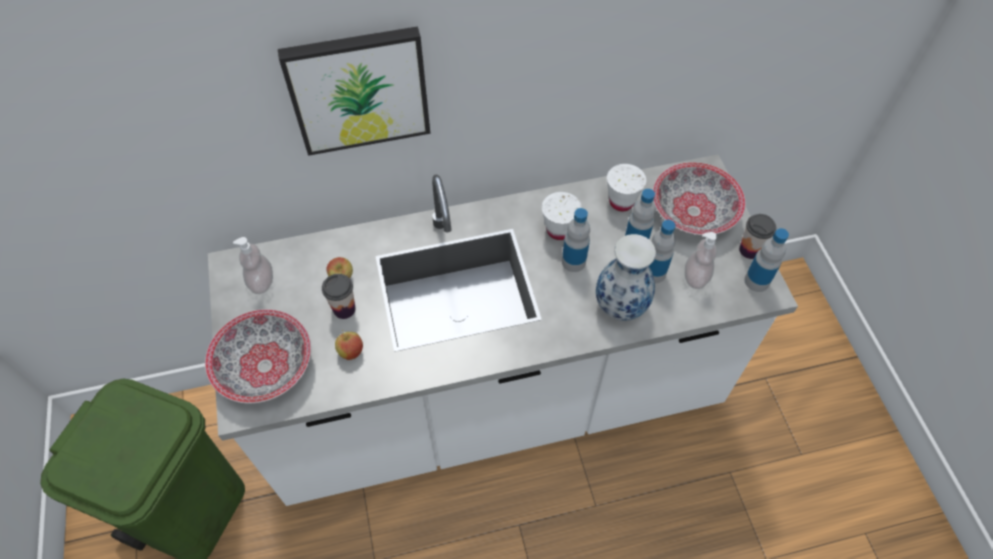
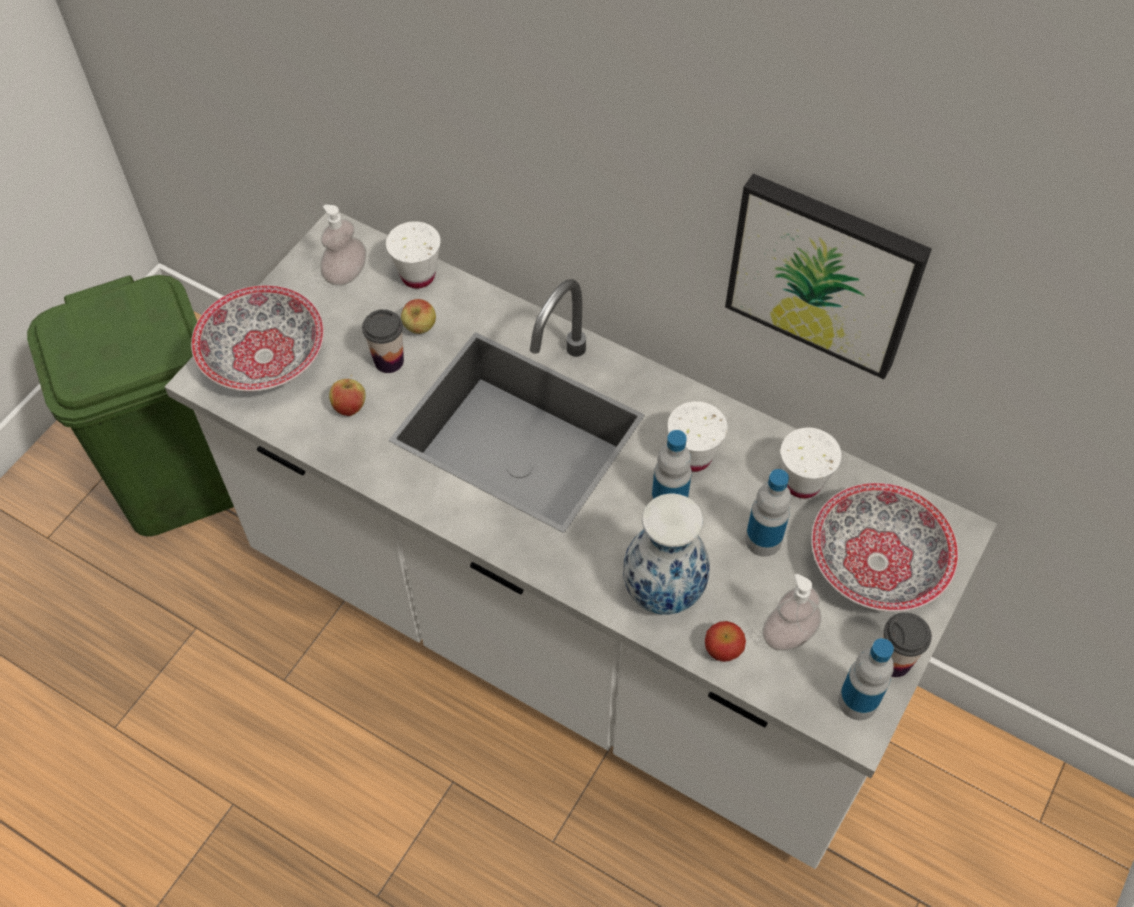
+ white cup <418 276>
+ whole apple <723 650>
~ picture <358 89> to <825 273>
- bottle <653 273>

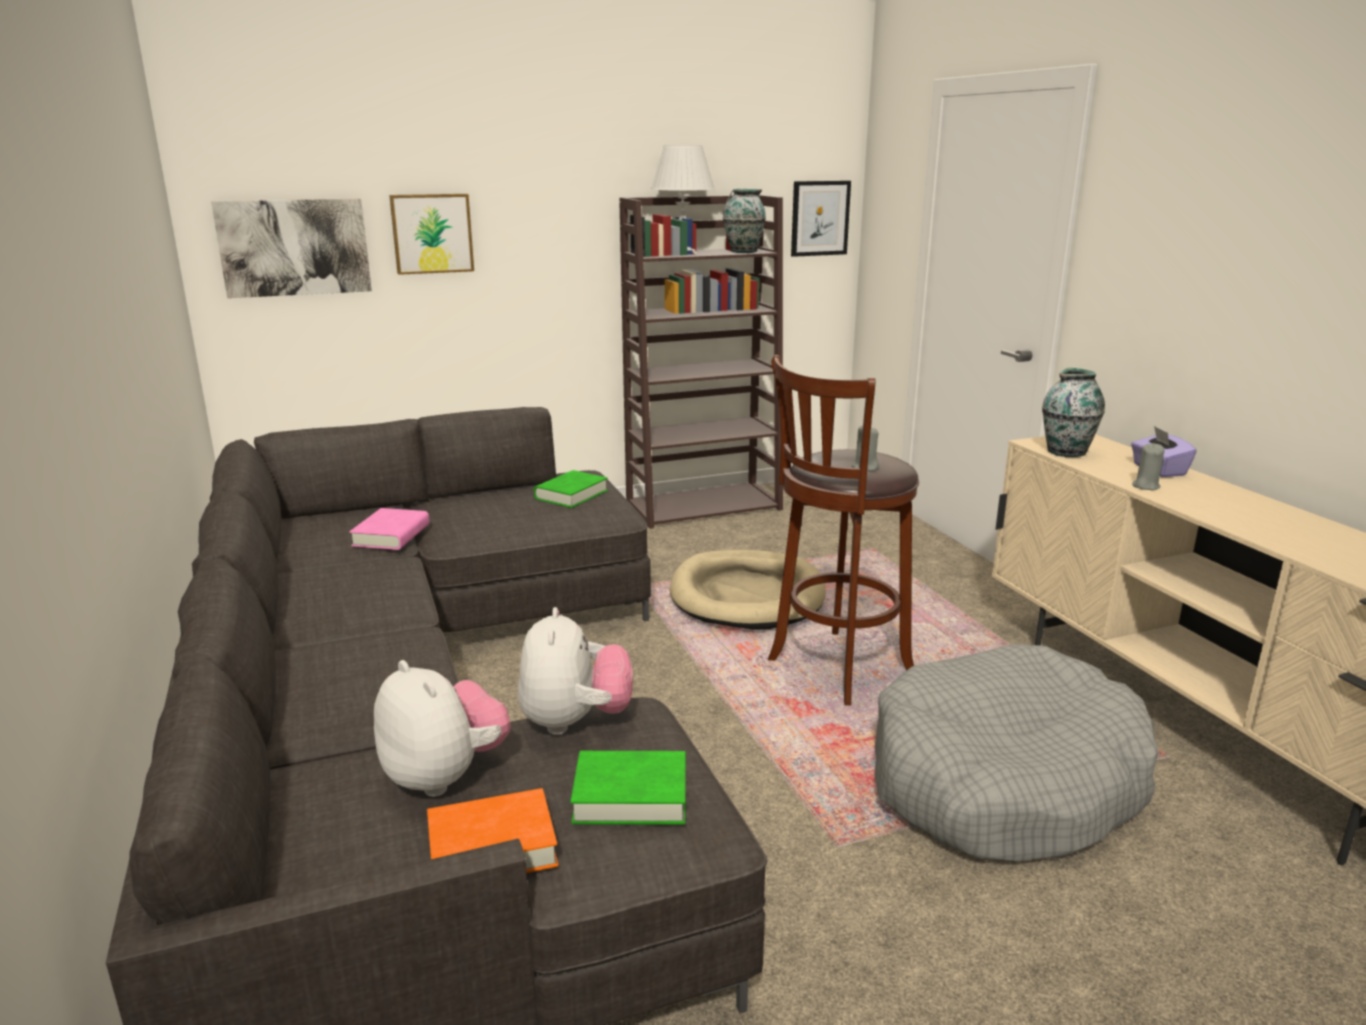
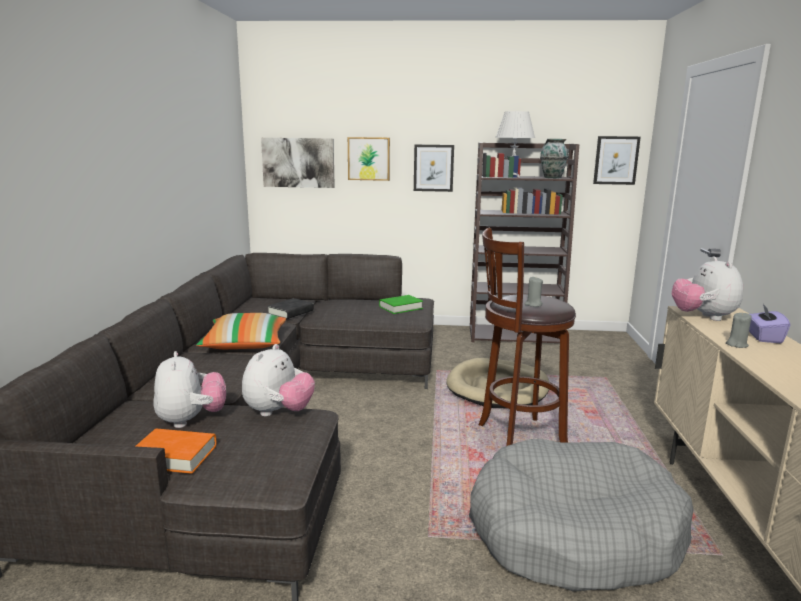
+ throw pillow <245 344>
~ pink-coloured book <391 535> to black-coloured book <290 312>
+ picture <433 168>
~ flower vase <1067 452> to soft toy <703 317>
- greenish book <630 795>

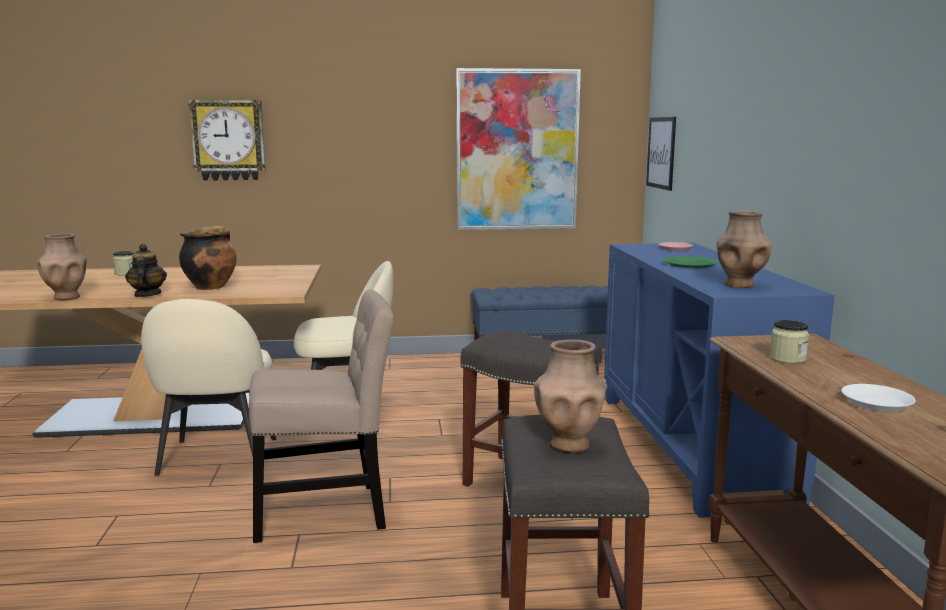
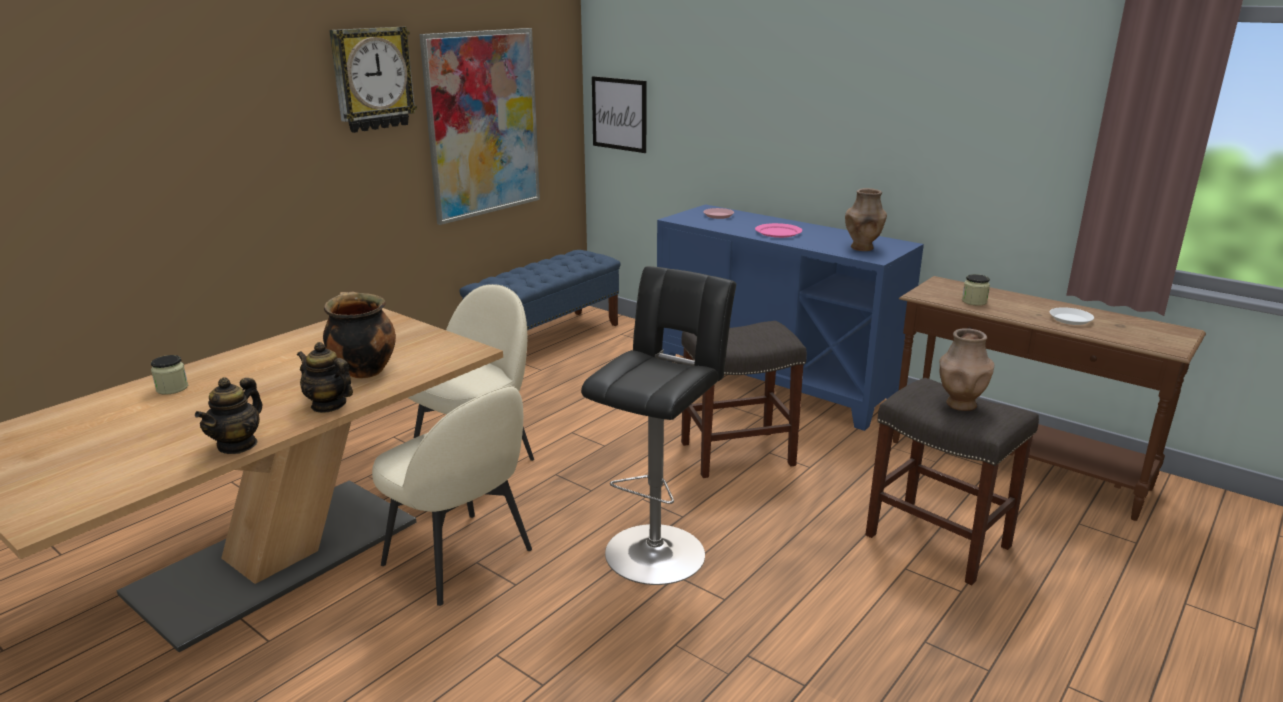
~ brown-coloured flower vase <67 297> to teapot <237 445>
~ wall clock <229 140> to <372 79>
~ beige upright chair <326 512> to black-coloured stool seat <658 549>
~ greenish dinner plate <690 264> to pink-coloured dinner plate <778 232>

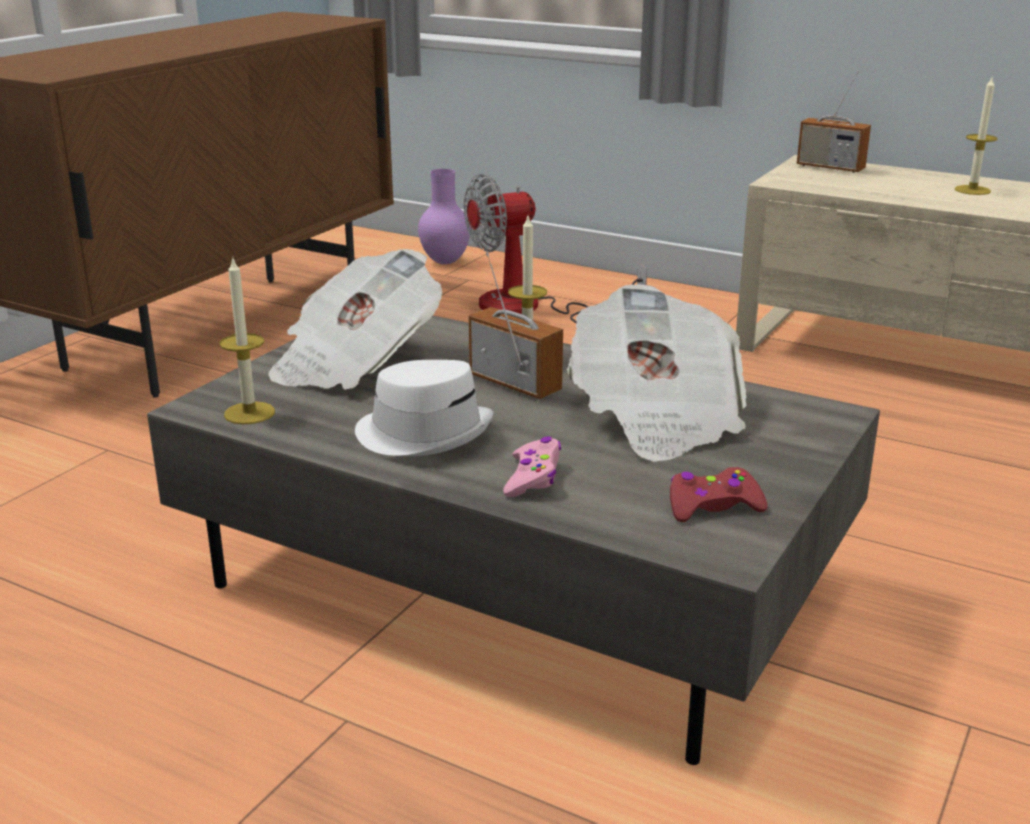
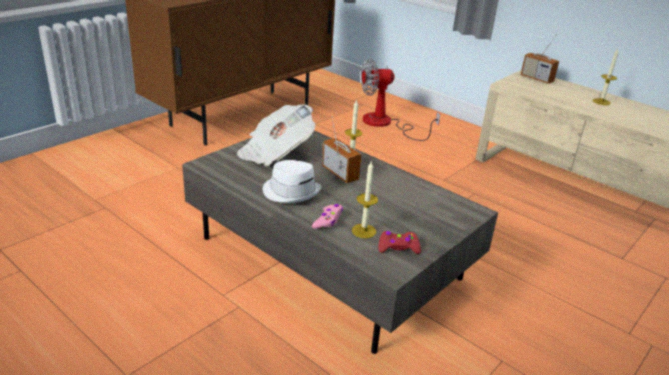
~ candle <249 413> to <364 231>
- purple flower vase <446 261>
- newspaper <655 418>

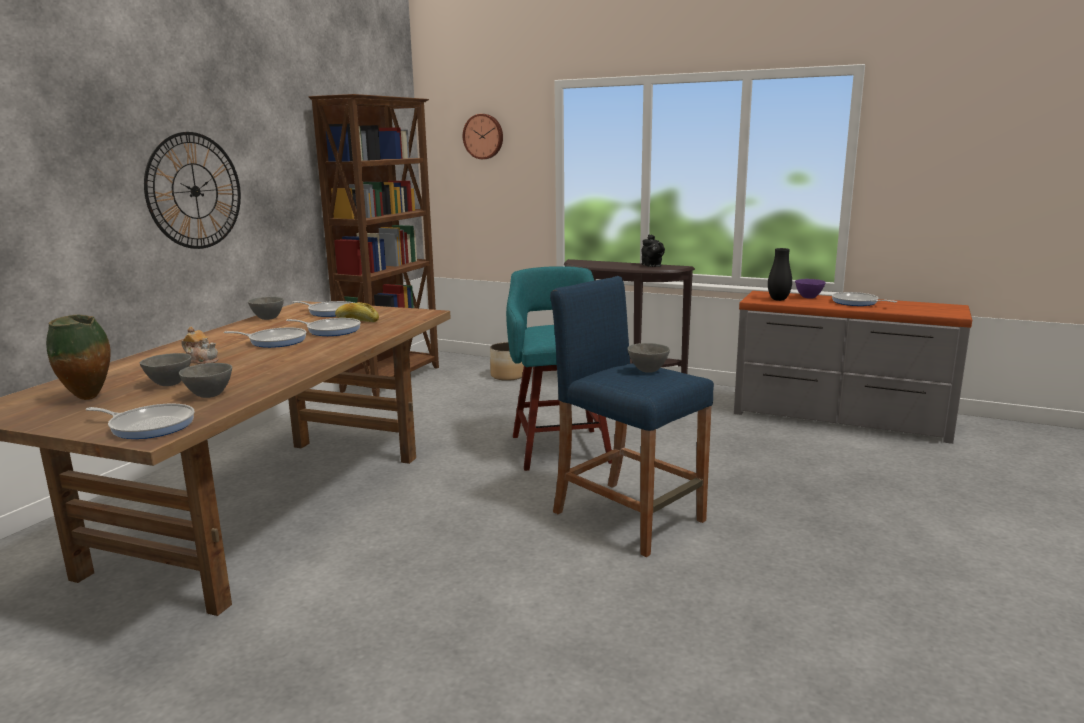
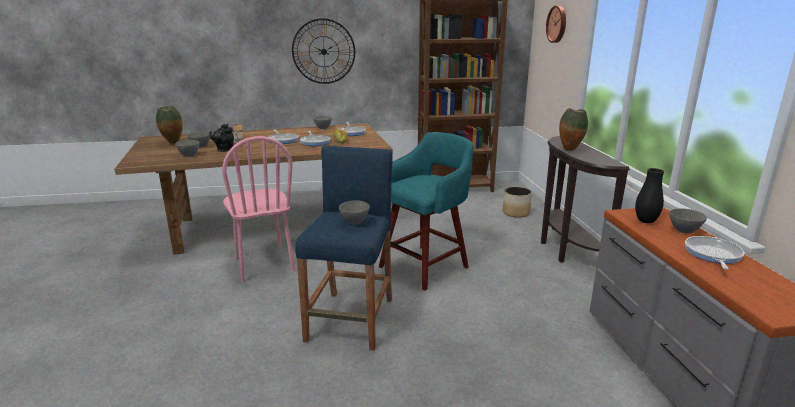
~ black-coloured teapot <652 266> to <224 149>
+ pink-coloured upright chair <263 264>
+ flower vase <570 150>
~ purple deep dish <809 297> to greyish deep dish <684 231>
- skillet <149 426>

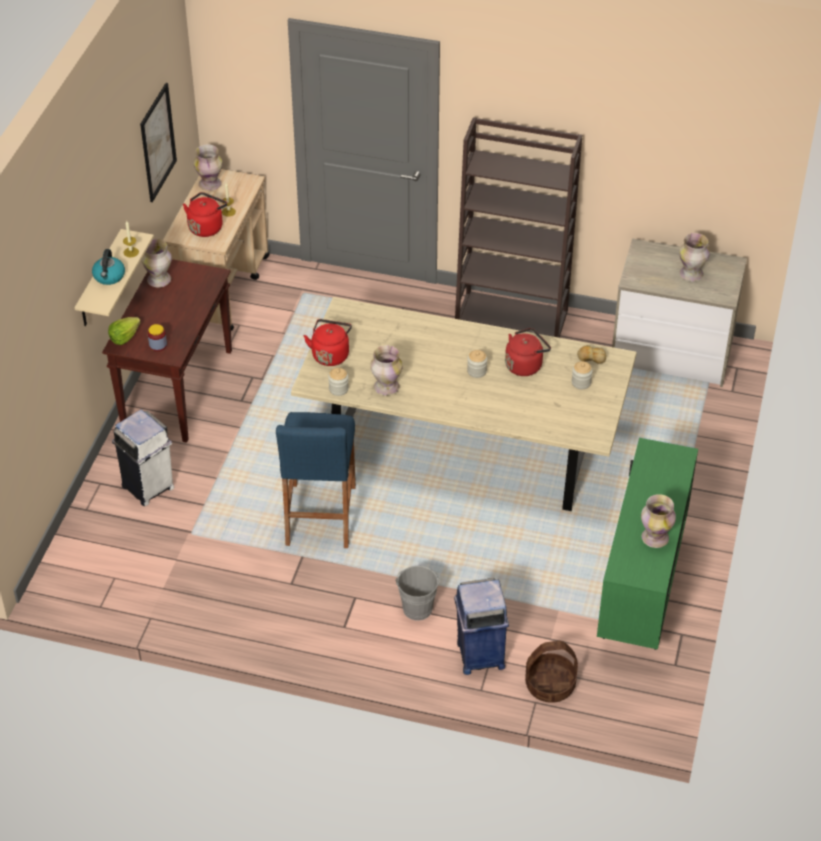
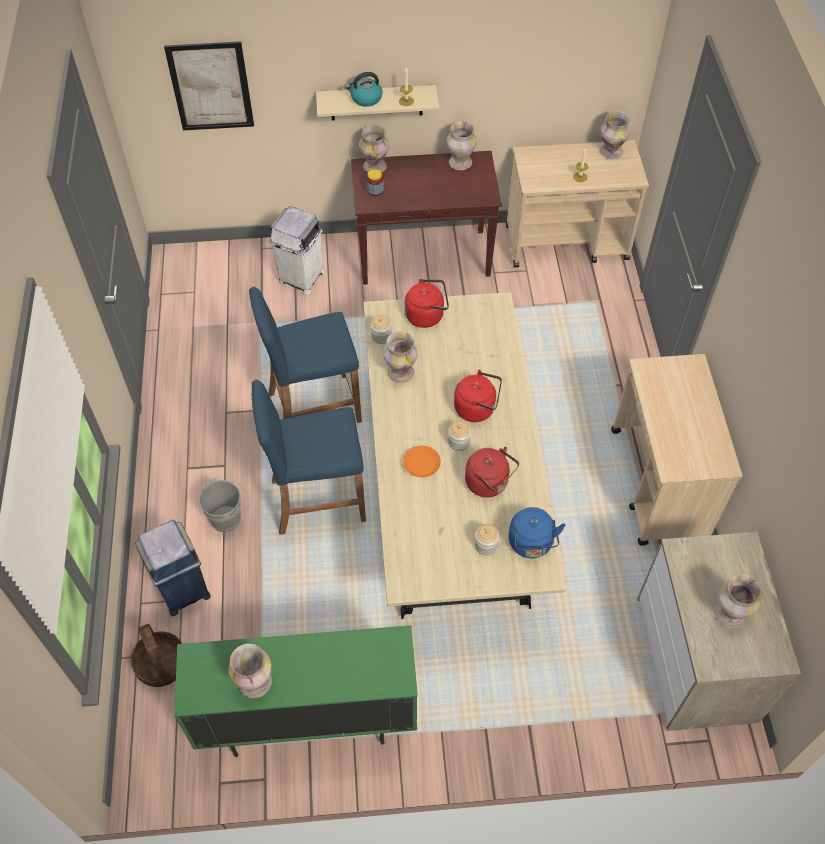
~ picture <158 142> to <211 86>
+ bluish stool seat <318 500>
~ head of lettuce <124 337> to flower vase <374 166>
+ orange-coloured dinner plate <422 464>
~ reddish tea kettle <206 227> to <477 408>
~ bread <591 358> to bluish tea kettle <531 544>
~ brown-coloured bookshelf <512 319> to beige trolley <659 484>

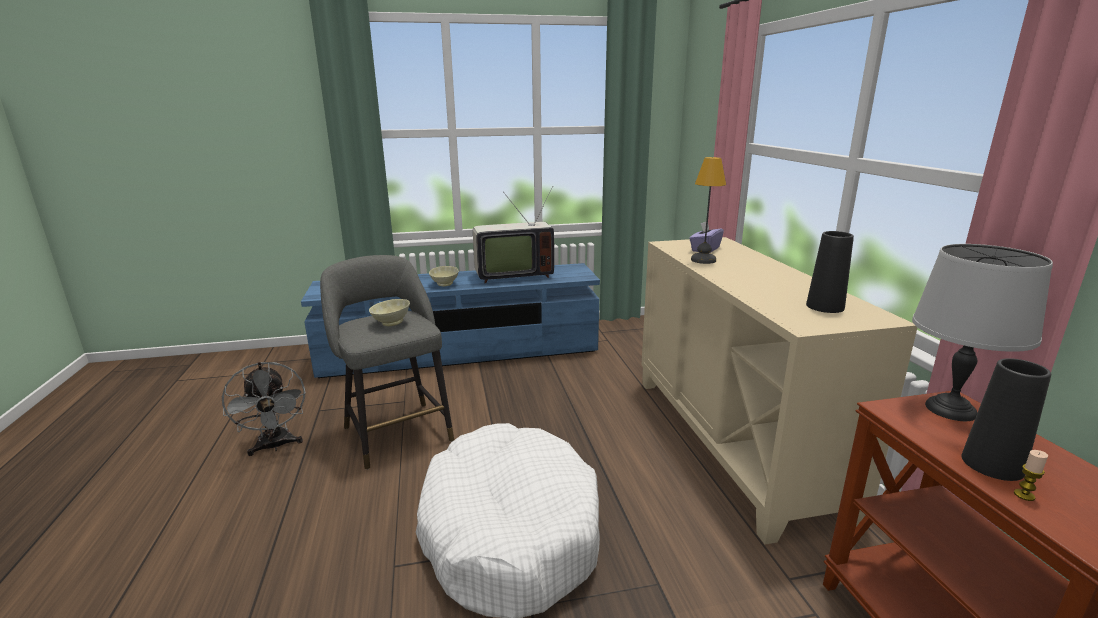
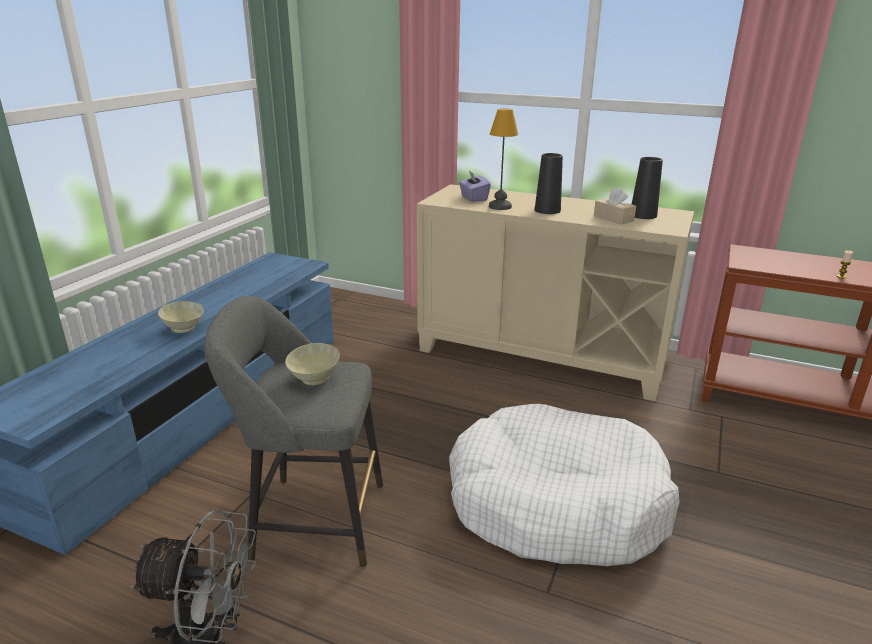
~ black-coloured flower vase <992 464> to <547 210>
+ beige box of tissues <613 218>
- television <512 275>
- greyish tabletop lamp <951 409>

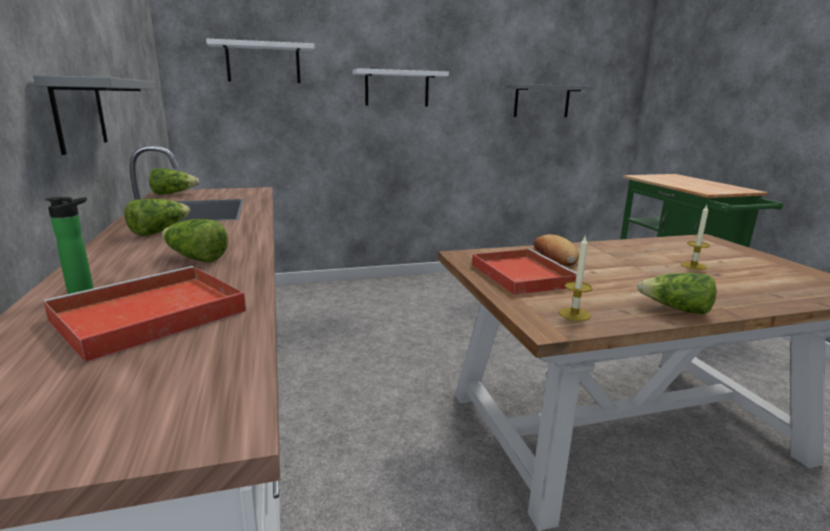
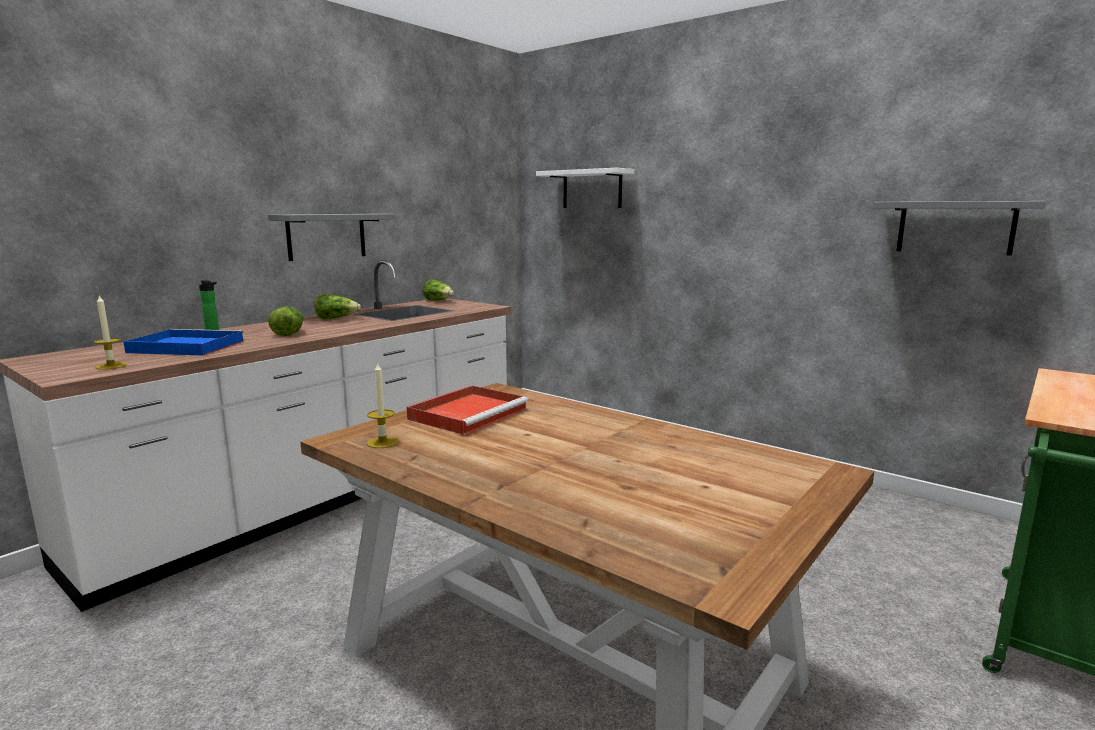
~ candle <693 266> to <111 366>
~ reddish carrying tray <146 316> to bluish carrying tray <184 347>
- white wall shelf <397 88>
- bread <554 256>
- head of lettuce <676 309>

